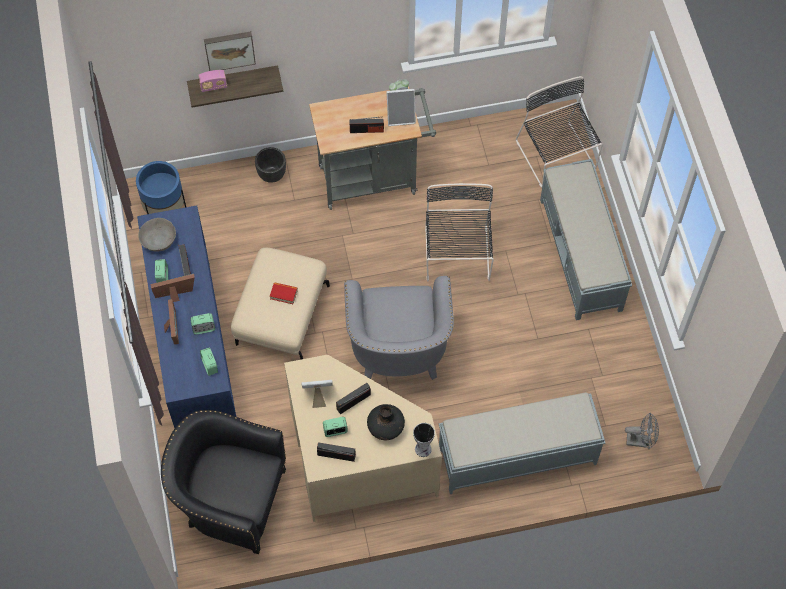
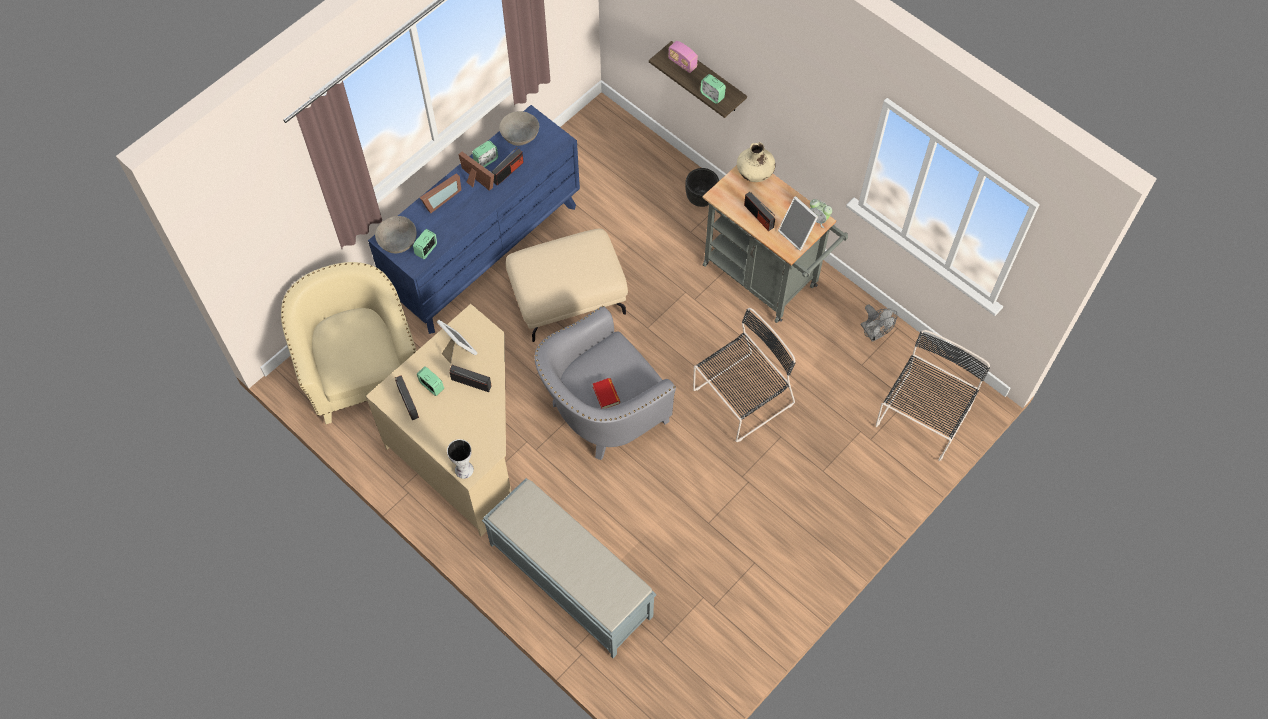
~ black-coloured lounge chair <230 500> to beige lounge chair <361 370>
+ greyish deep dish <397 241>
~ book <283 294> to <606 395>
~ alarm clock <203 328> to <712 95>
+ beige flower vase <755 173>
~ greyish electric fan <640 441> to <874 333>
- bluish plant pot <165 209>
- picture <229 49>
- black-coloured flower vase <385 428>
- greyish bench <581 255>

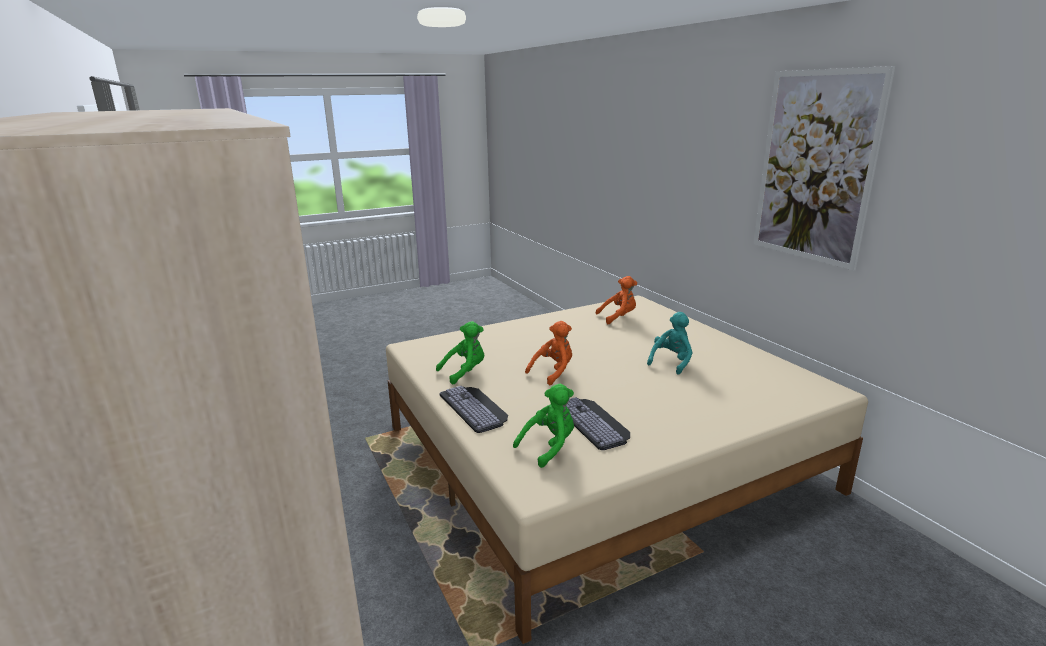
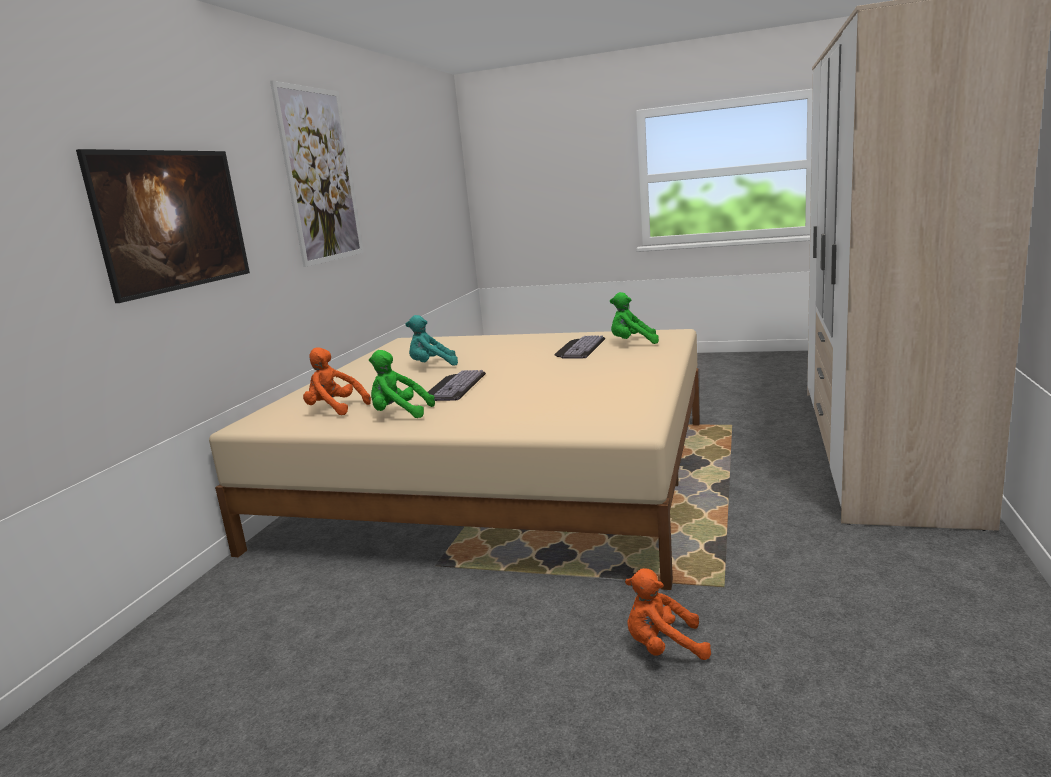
+ picture <180 254>
~ greenish soft toy <465 372> to <399 414>
~ computer keyboard <475 408> to <453 386>
~ orange-coloured soft toy <553 372> to <663 647>

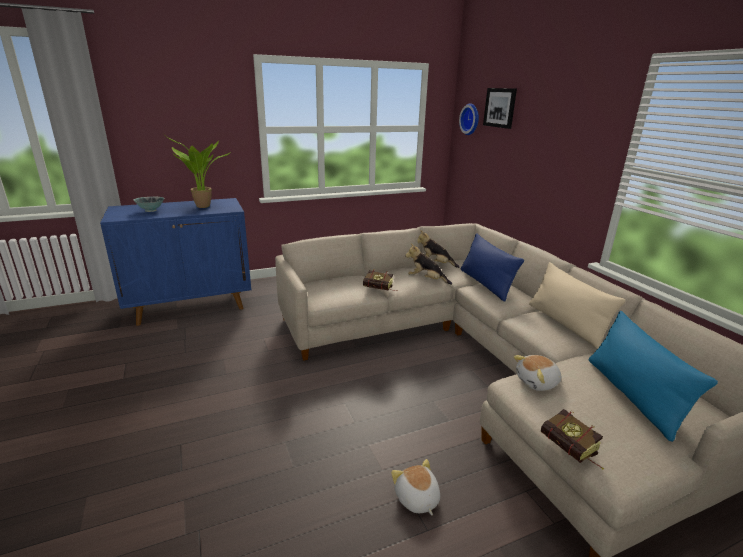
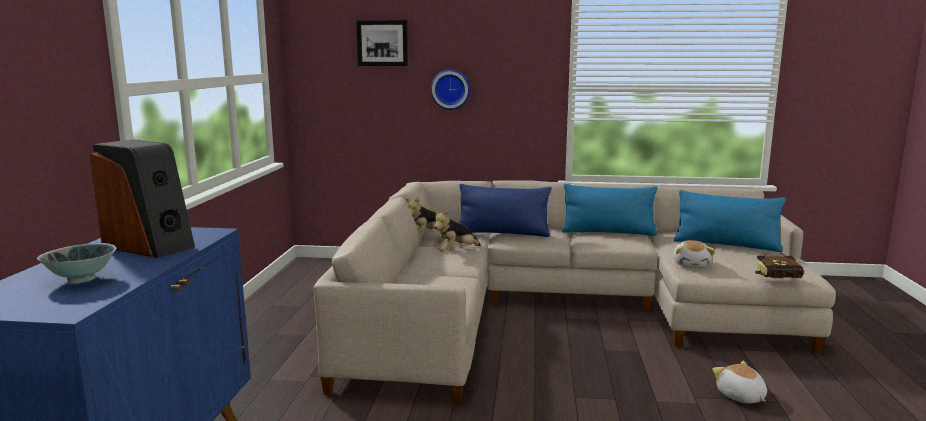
~ plant in a pot <203 207> to audio speaker <150 246>
~ wall clock <471 119> to <450 89>
~ beige throw pillow <565 324> to bluish throw pillow <608 232>
~ soft toy <416 499> = <740 396> 60 degrees clockwise
- book <381 290>

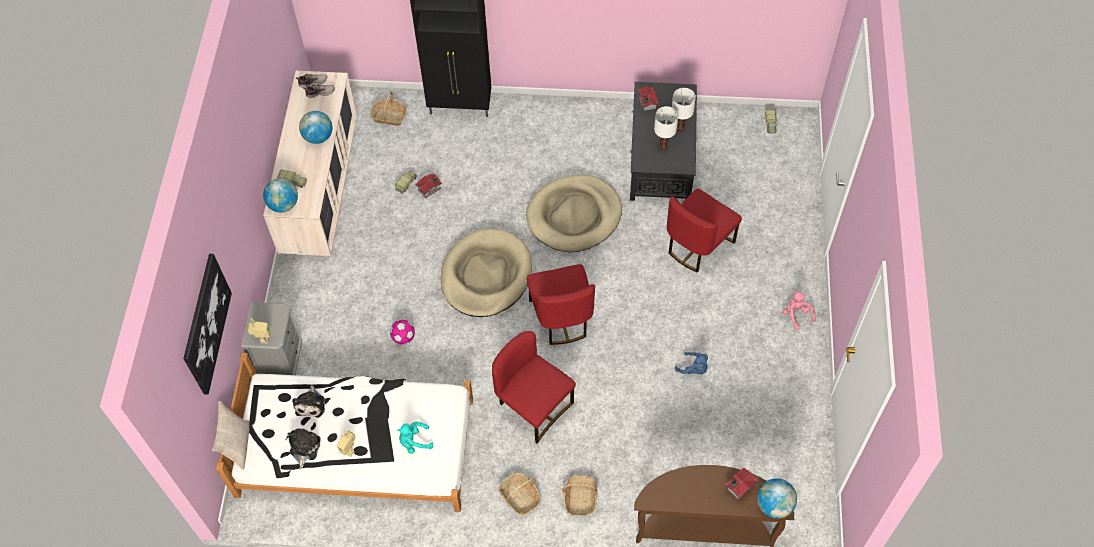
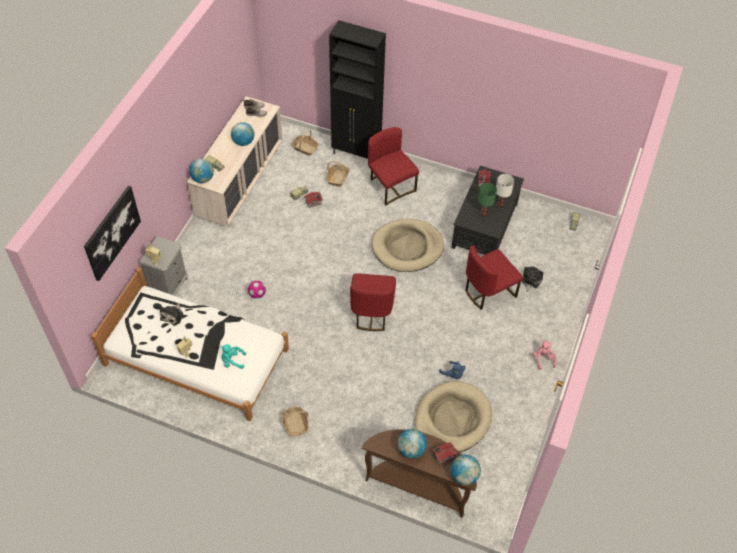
~ storage basket <580 499> to <337 178>
~ reddish upright chair <533 406> to <391 186>
+ world globe <411 450>
~ beige dog bed <486 275> to <452 419>
~ white tabletop lamp <663 145> to greenish tabletop lamp <484 213>
~ soft toy <304 447> to <530 280>
- beige throw pillow <237 445>

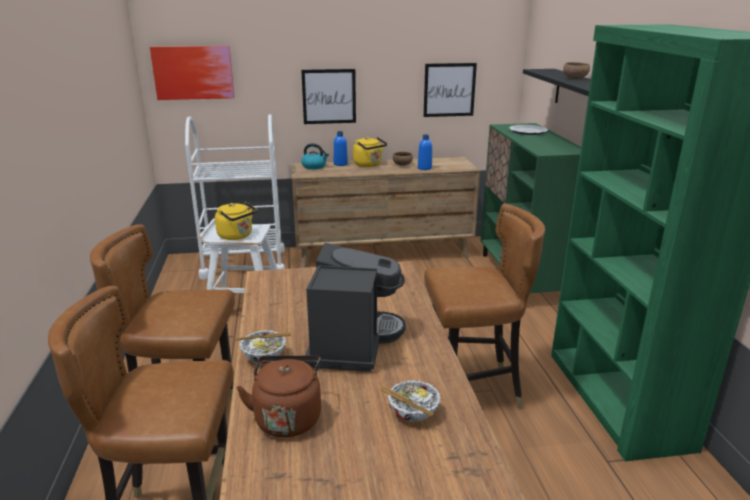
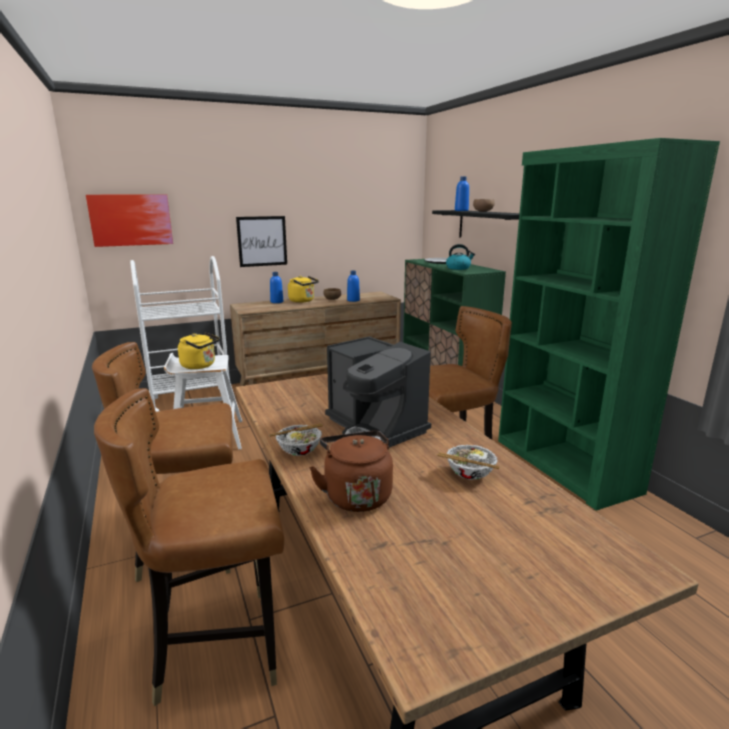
~ coffee machine <352 342> = <375 429> 150 degrees clockwise
~ tea kettle <314 166> to <458 268>
+ bluish bottle <461 210>
- picture <449 90>

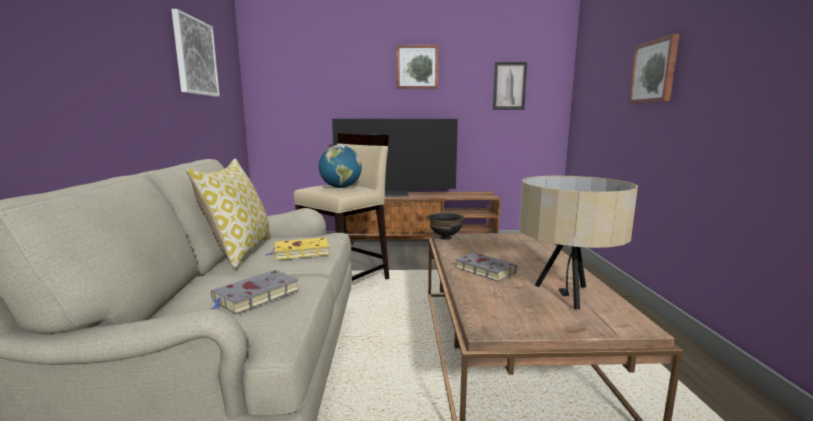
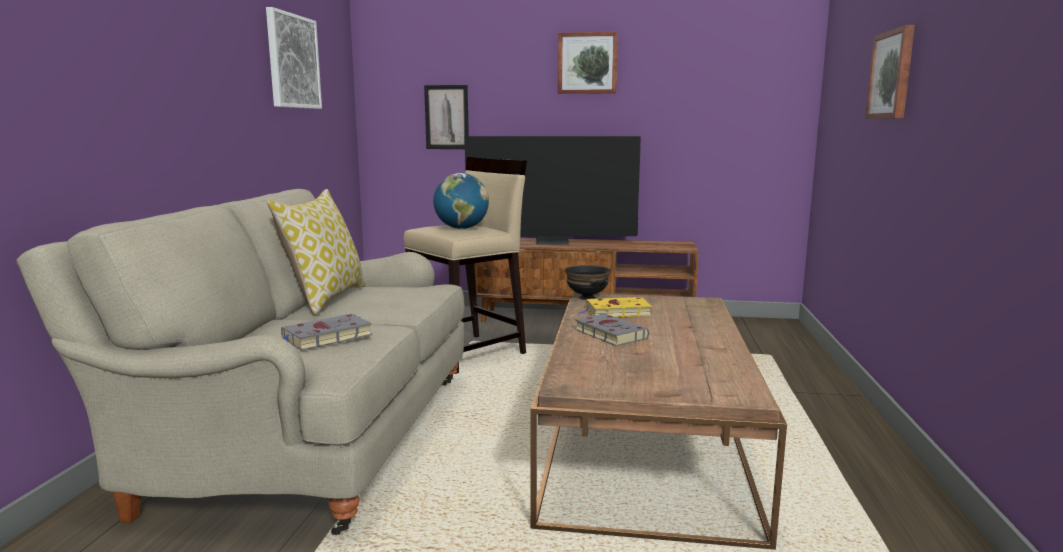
~ picture <509 86> to <446 117>
~ yellowish book <300 252> to <616 312>
- beige tabletop lamp <566 296>

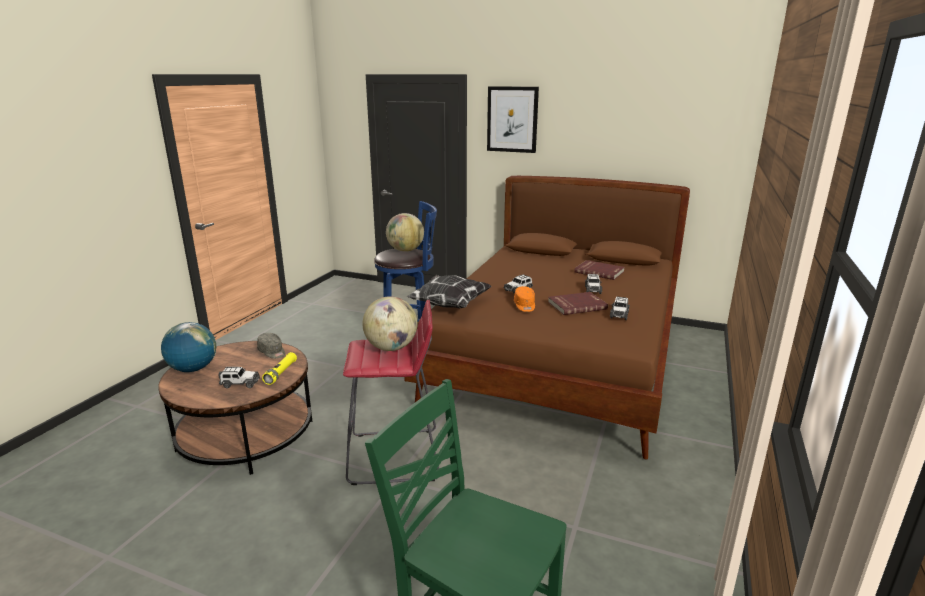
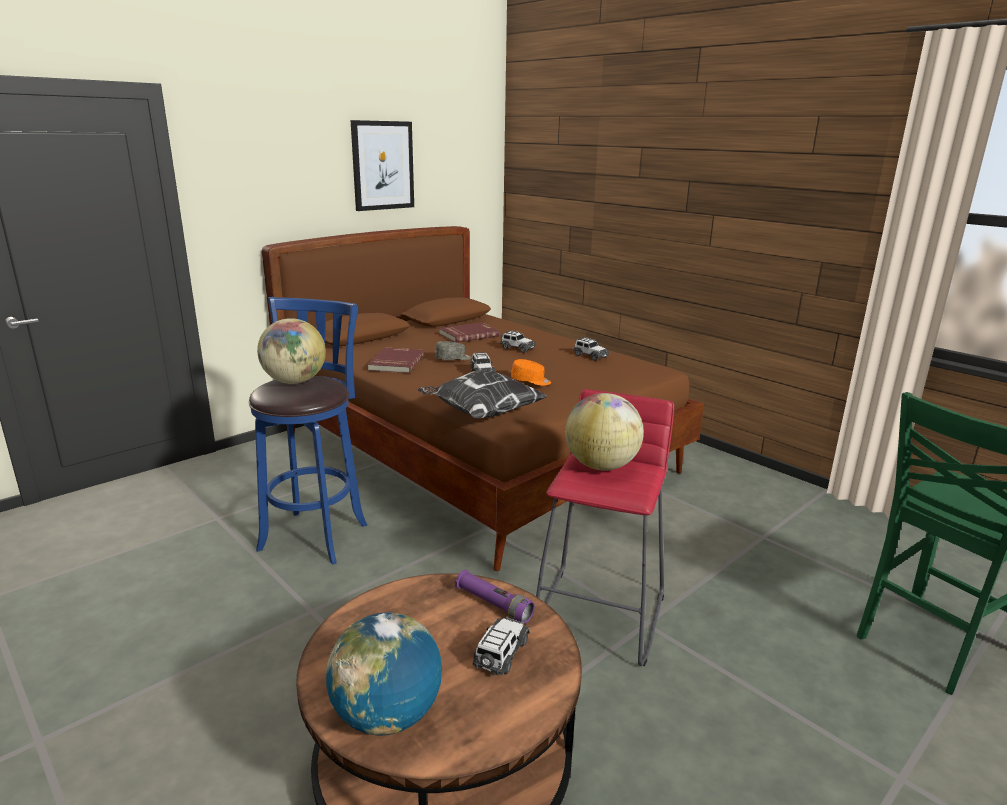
~ picture <512 119> to <382 165>
~ reddish book <576 305> to <395 363>
~ greyish peaked cap <272 352> to <453 359>
~ yellowish hand torch <281 373> to purple hand torch <493 605>

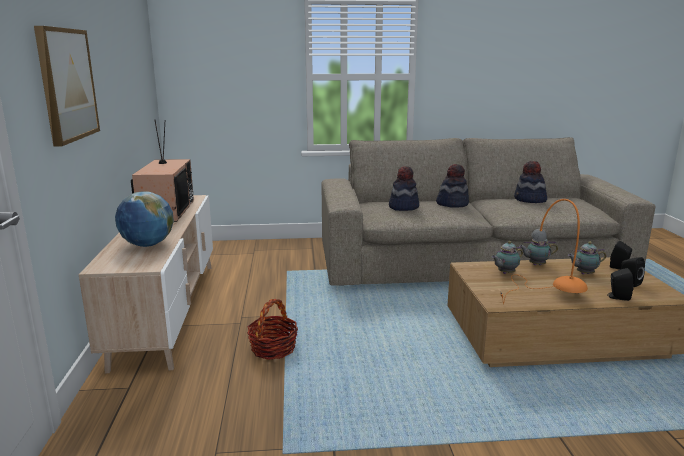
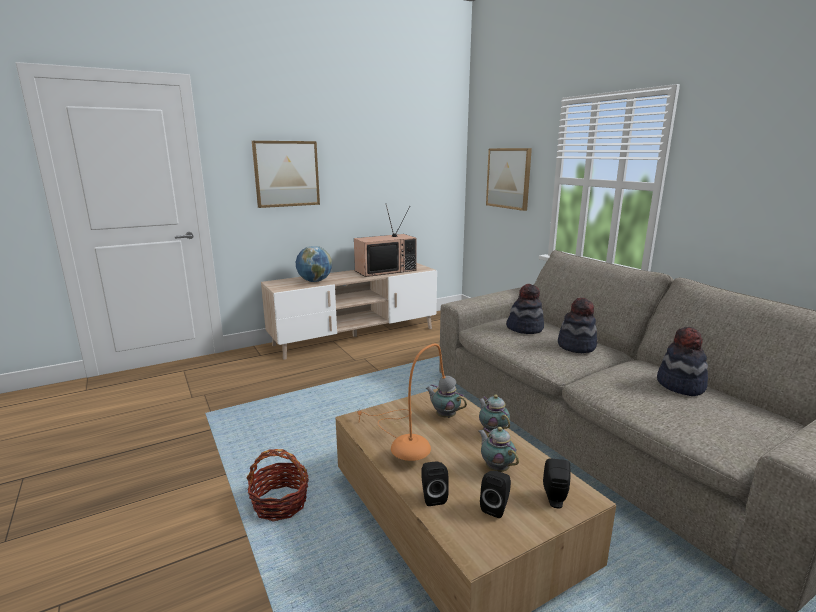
~ storage basket <273 348> to <280 503>
+ picture <508 178>

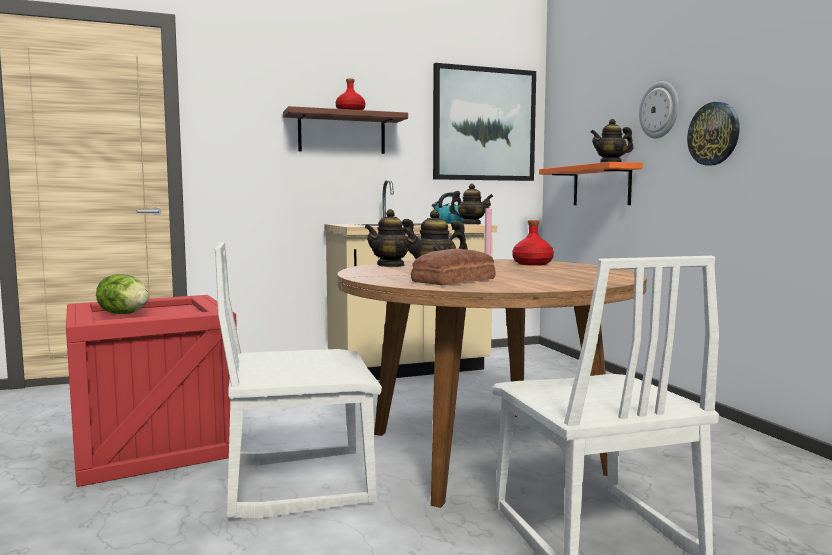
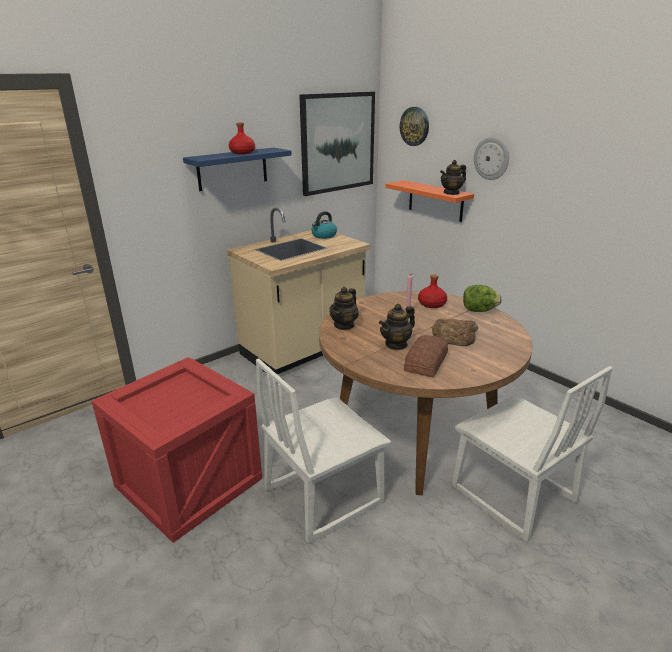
~ brown-coloured wall shelf <342 133> to bluish wall shelf <232 169>
~ wall clock <714 134> to <414 126>
+ bread <454 336>
~ head of lettuce <124 314> to <479 310>
- teapot <471 224>

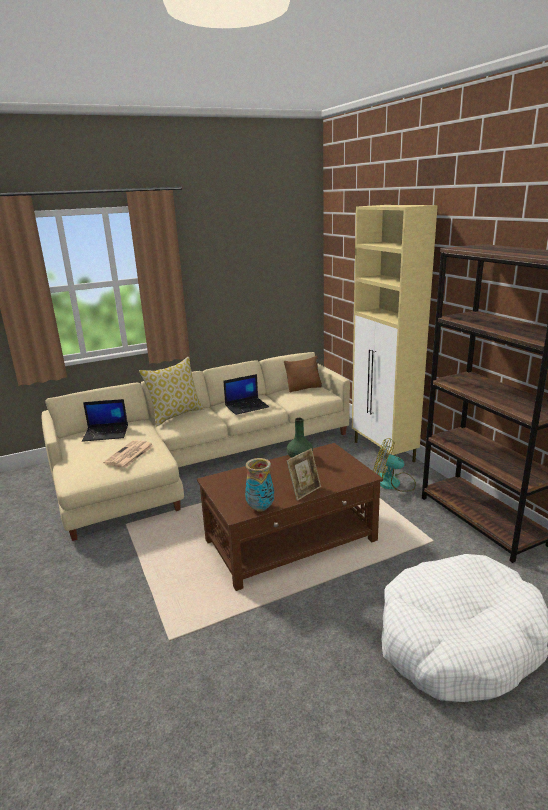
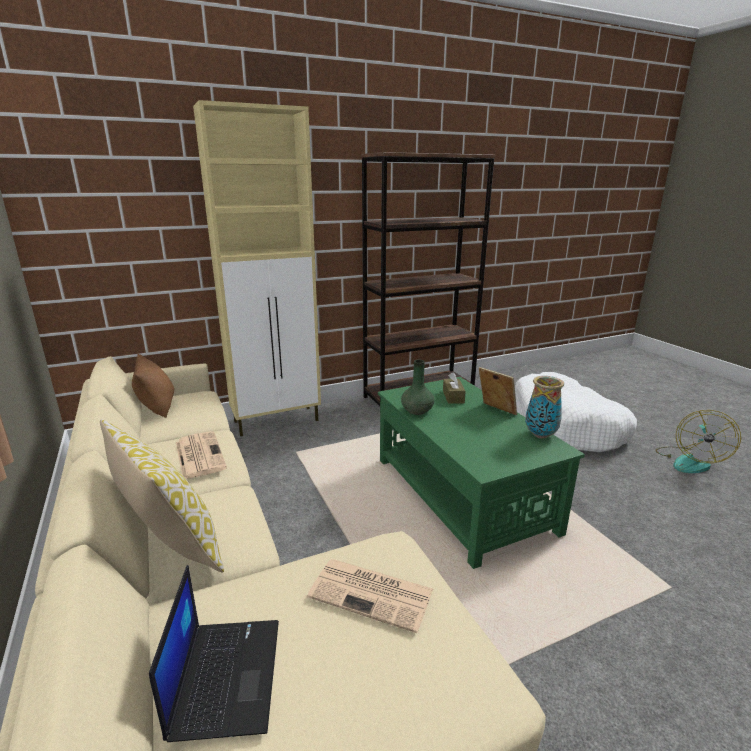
~ notebook computer <247 406> to newspaper <199 455>
~ brown-coloured coffee table <291 540> to greenish coffee table <461 493>
+ brown-coloured box of tissues <453 397>
~ electric fan <393 483> to <689 461>

